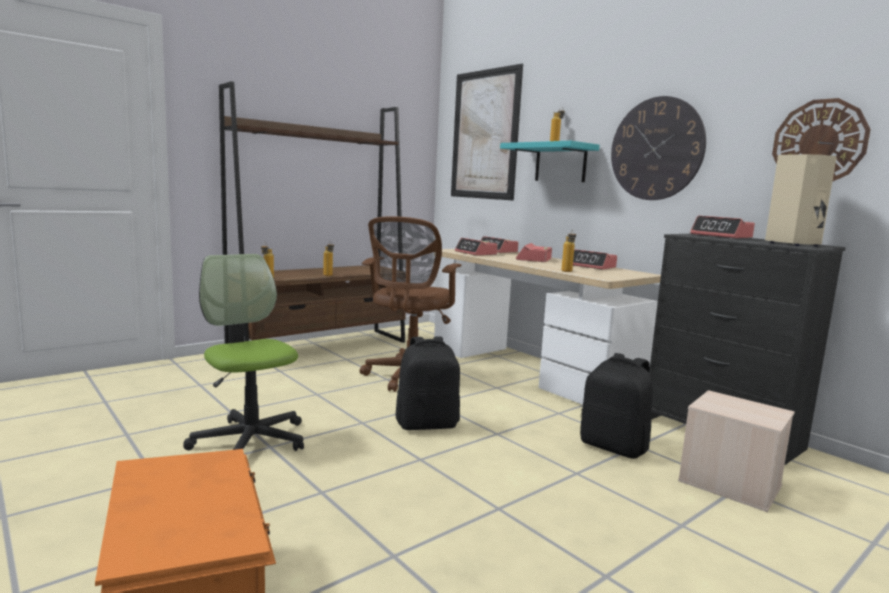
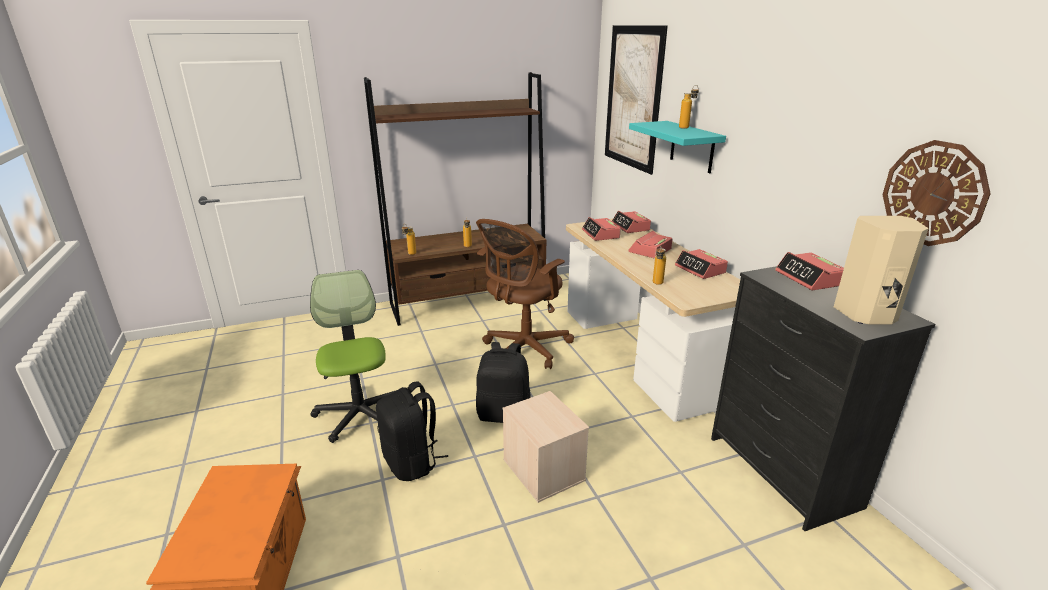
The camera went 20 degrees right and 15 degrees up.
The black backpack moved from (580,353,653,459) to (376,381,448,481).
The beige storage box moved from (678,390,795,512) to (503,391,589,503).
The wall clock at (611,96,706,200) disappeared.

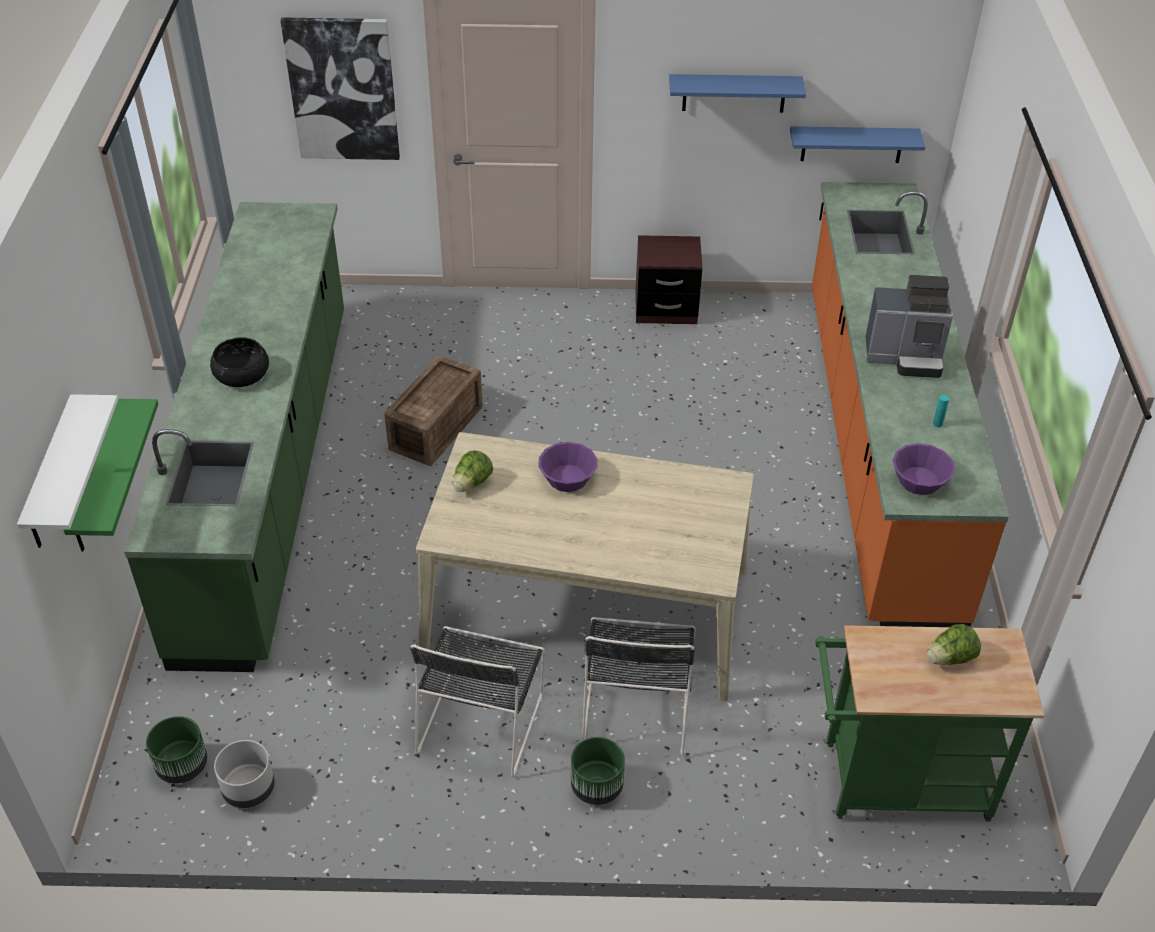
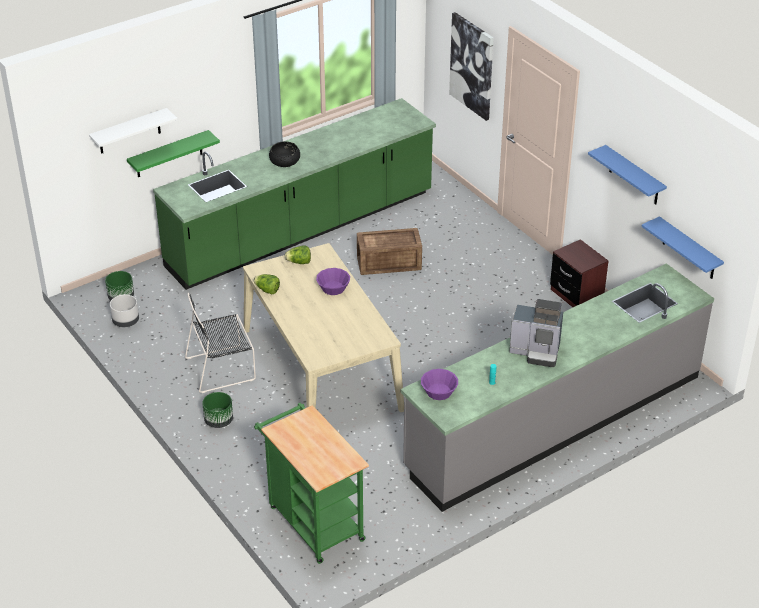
The camera went 55 degrees right and 5 degrees down.
The lettuce moved from (927,624,981,665) to (254,274,280,295).
The orange counter at (812,182,1009,627) became the grey counter at (401,263,714,512).
The coffee machine at (866,275,953,378) turned 45 degrees counterclockwise.
The black chair at (582,617,696,756) disappeared.

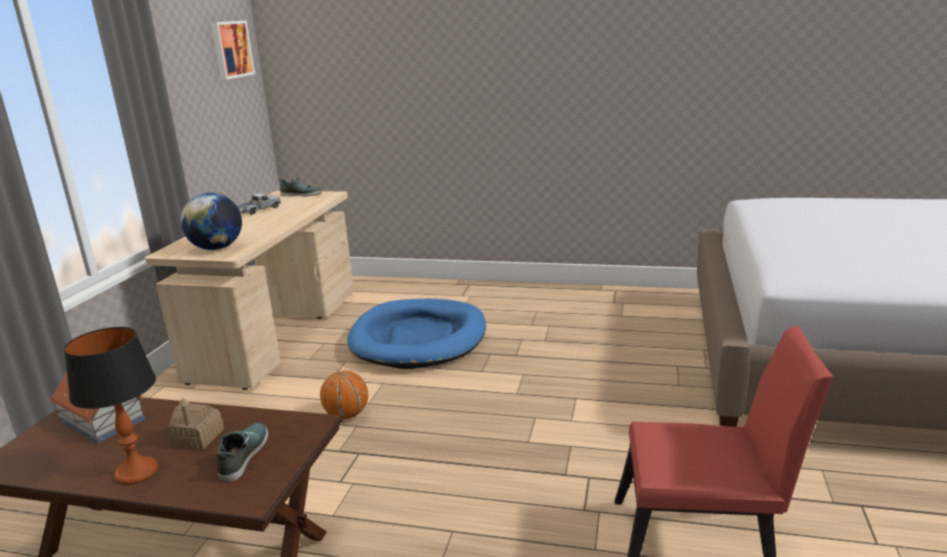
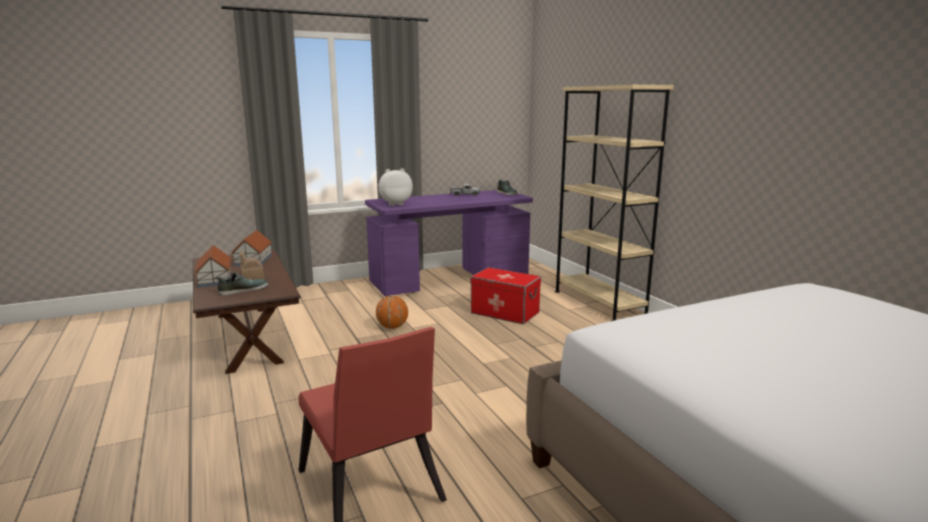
The camera went 50 degrees right and 5 degrees down.
The table lamp at (64,327,158,485) was replaced by the toy house at (194,245,232,288).
The beige desk at (145,191,354,390) became the purple desk at (365,190,533,297).
The globe at (180,192,242,250) was replaced by the plush toy at (378,168,413,206).
The blue dog bed at (347,299,486,369) was replaced by the storage box at (470,267,541,324).
The beige bookcase at (555,84,674,321) appeared.
The picture at (211,21,255,80) disappeared.

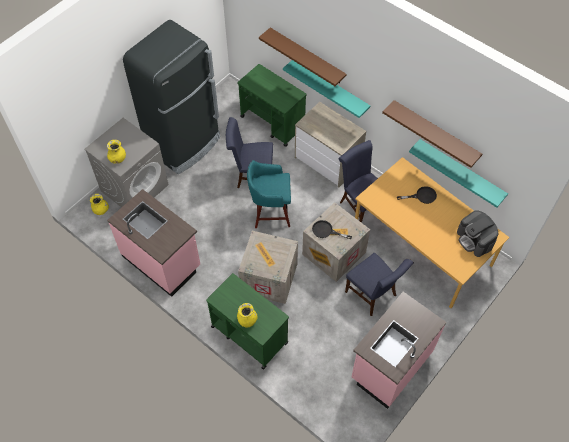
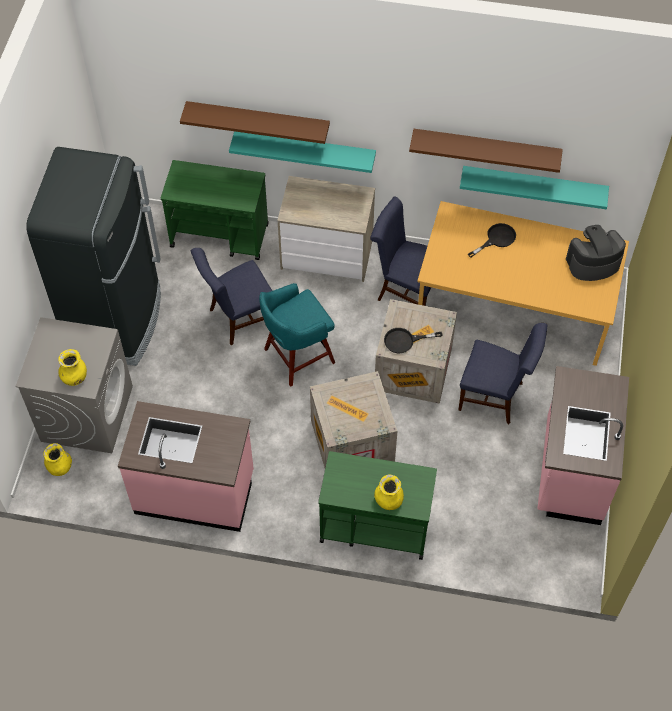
The camera went 30 degrees left and 0 degrees up.
The coffee machine at (457,210,498,257) turned 135 degrees clockwise.

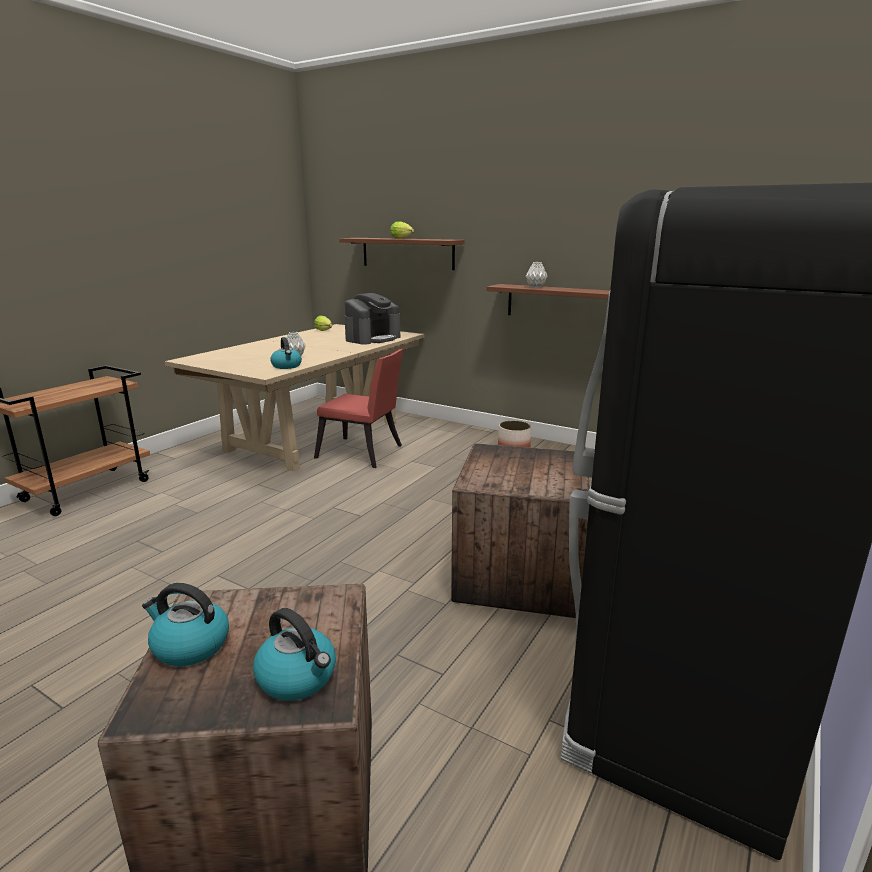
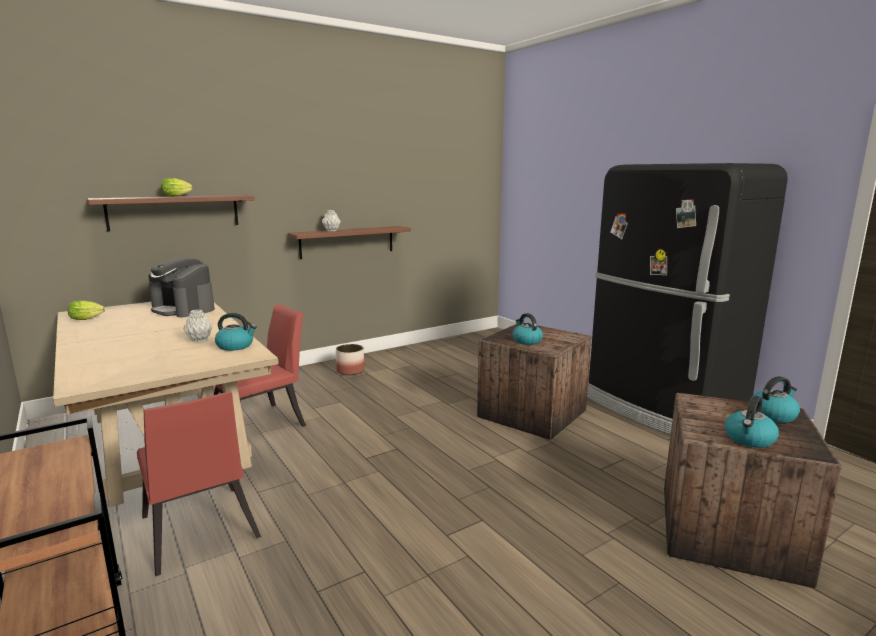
The camera went 65 degrees left and 5 degrees down.
The red chair at (137,391,261,576) appeared.
The coffee machine at (344,293,400,345) turned 150 degrees clockwise.
The kettle at (513,313,543,345) appeared.

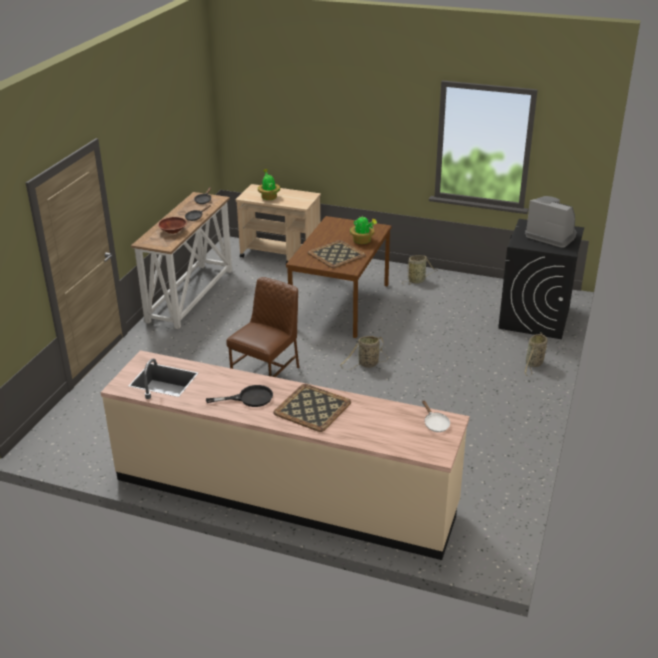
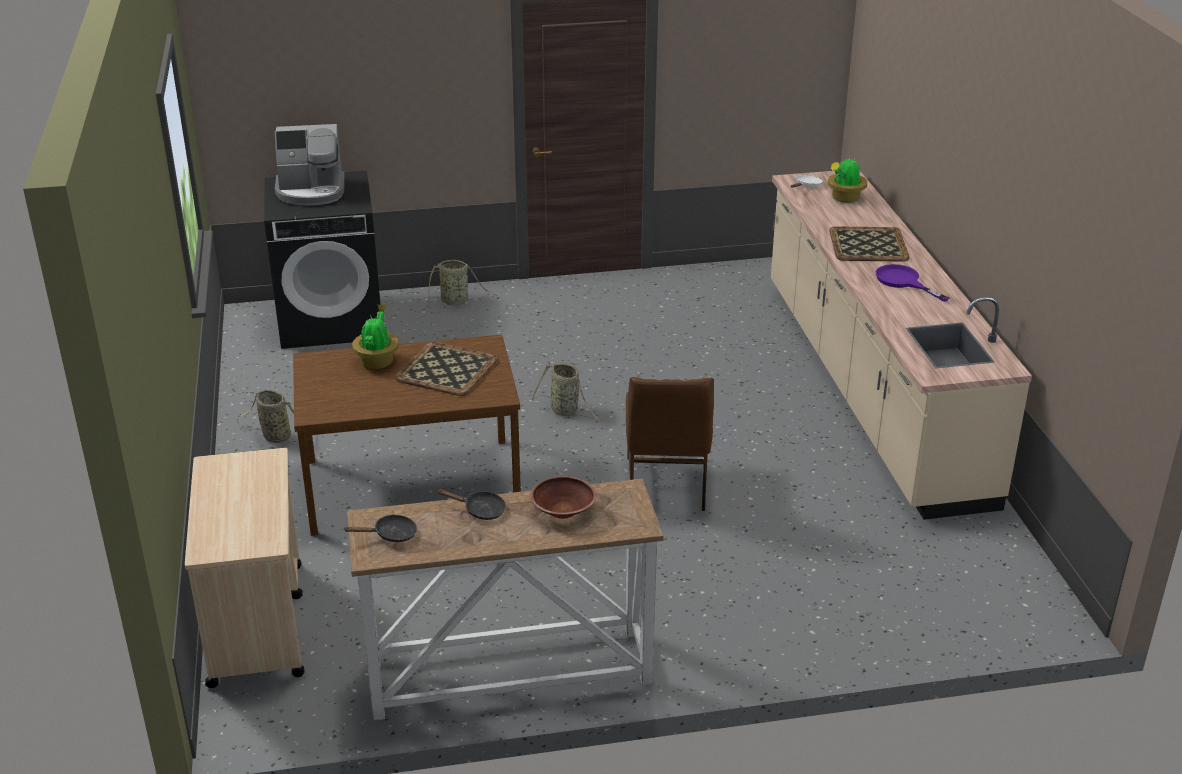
The camera went 120 degrees left and 0 degrees up.
The coffee machine at (525,196,577,248) turned 105 degrees counterclockwise.
The brown chair at (227,277,299,377) turned 90 degrees counterclockwise.
The potted plant moved from (258,169,280,200) to (828,155,867,203).
The black frying pan at (206,385,273,407) became the purple frying pan at (875,264,949,302).

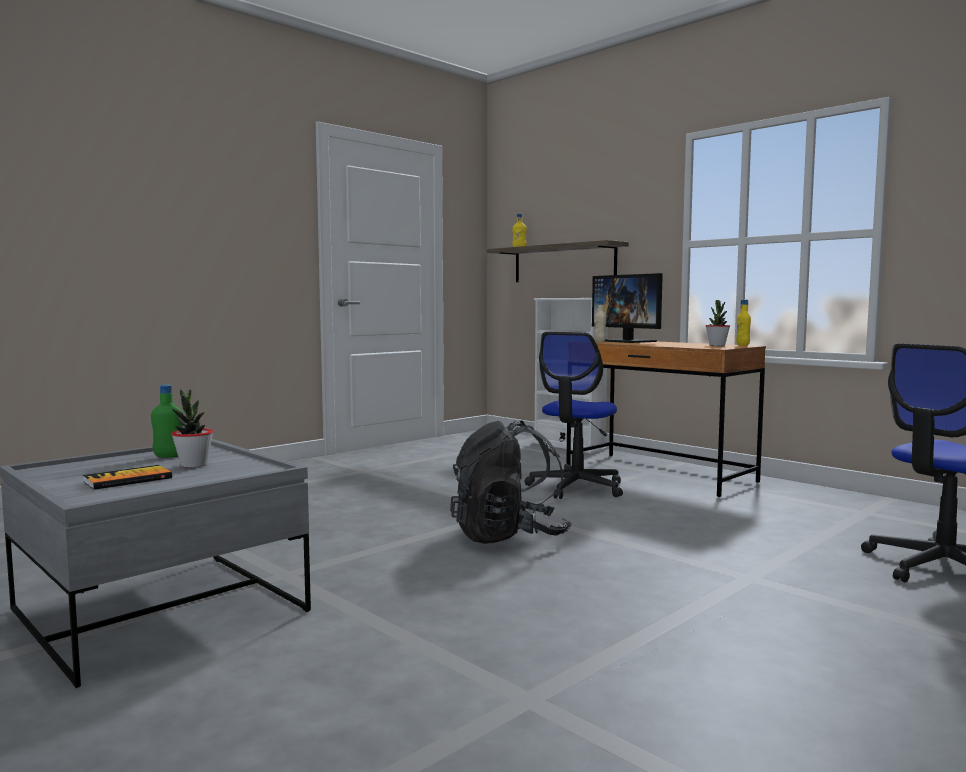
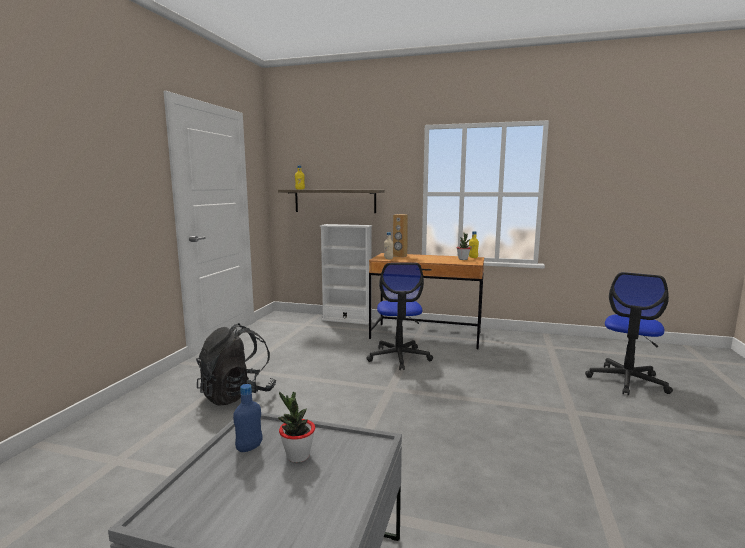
The camera went 30 degrees left and 5 degrees up.
The black backpack moved from (450,420,571,544) to (196,323,276,406).
The green bottle at (151,385,183,458) became the blue bottle at (233,384,263,452).
The monitor at (592,273,663,343) was replaced by the brown speaker at (393,214,408,257).
The book at (83,465,172,490) disappeared.

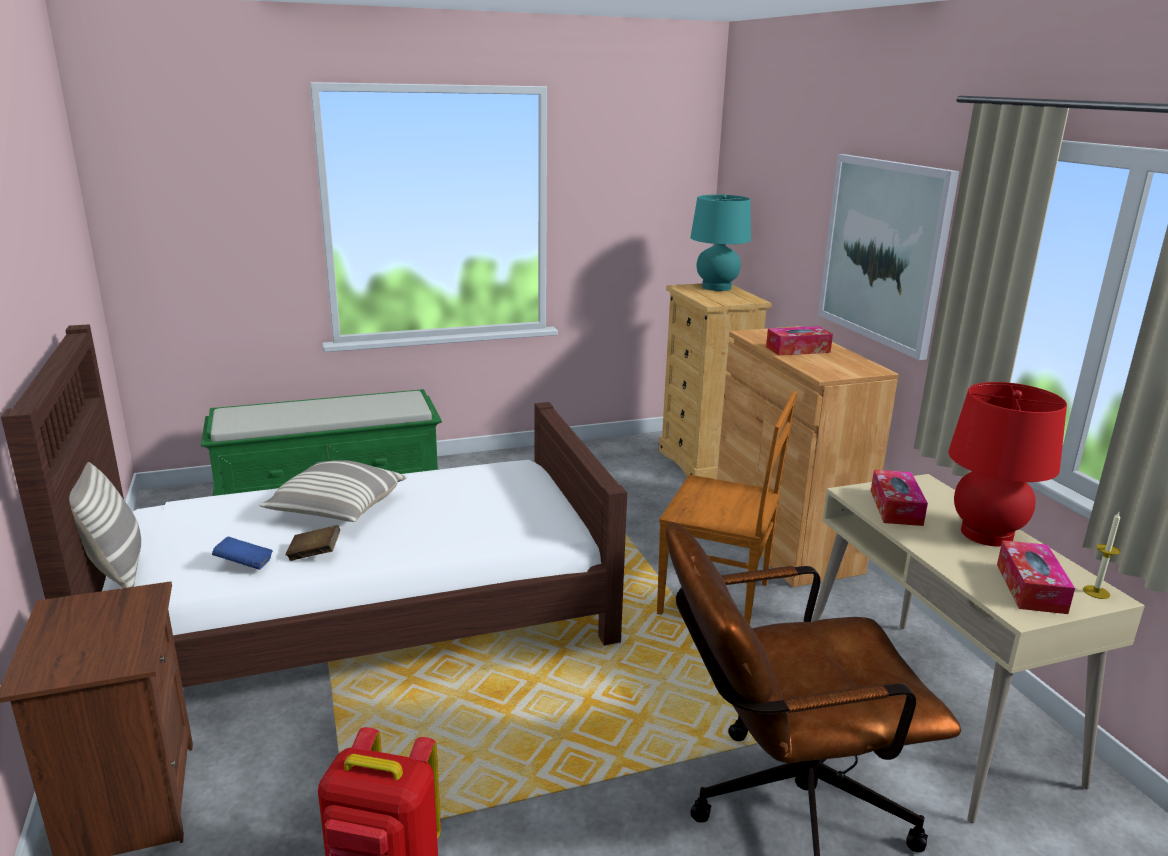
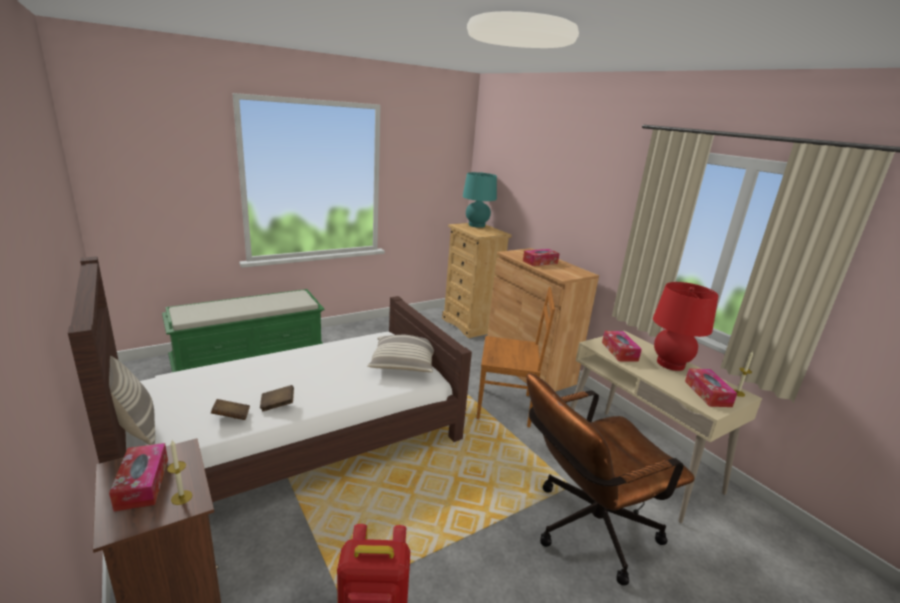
The camera went 15 degrees left and 0 degrees up.
The tissue box at (109,443,168,512) appeared.
The candle at (167,440,192,505) appeared.
The blue book at (212,536,273,570) became the brown book at (211,399,250,420).
The pillow moved from (259,460,407,522) to (367,335,434,372).
The picture at (818,154,959,360) disappeared.

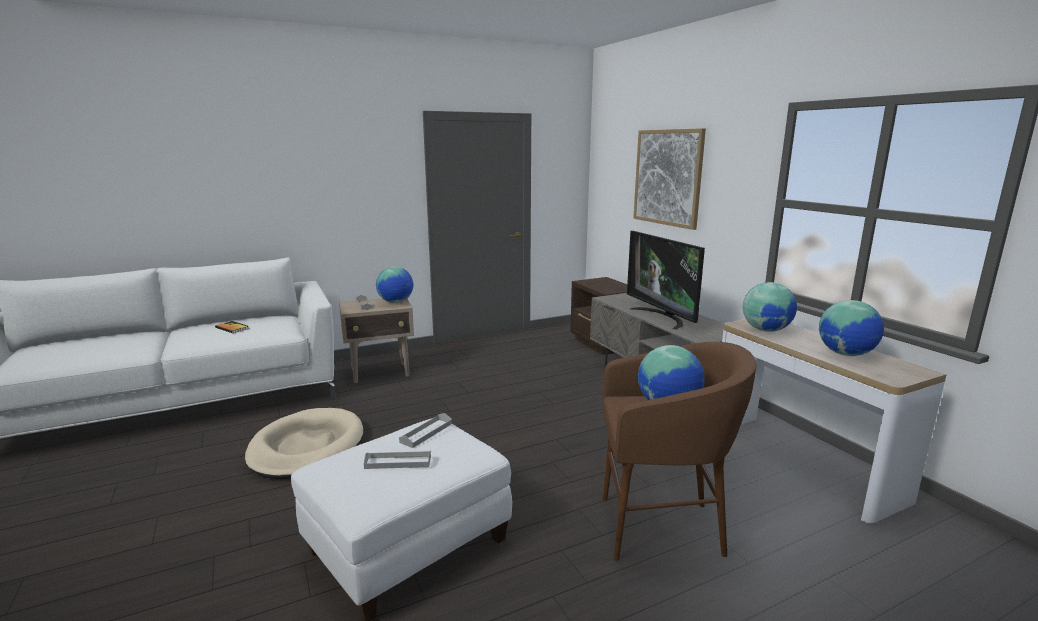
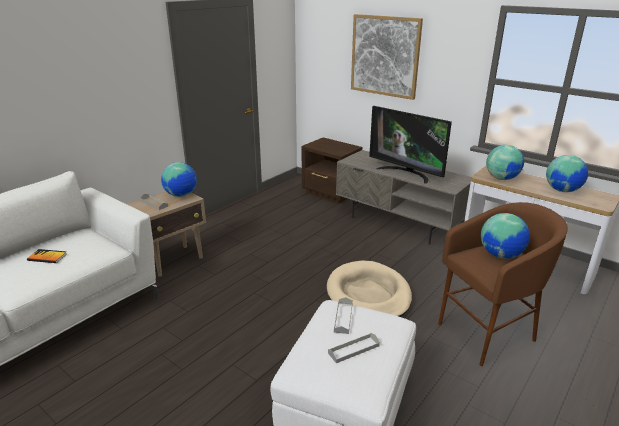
The camera went 25 degrees left and 10 degrees up.
The beige dog bed moved from (245,408,363,479) to (327,260,412,317).

